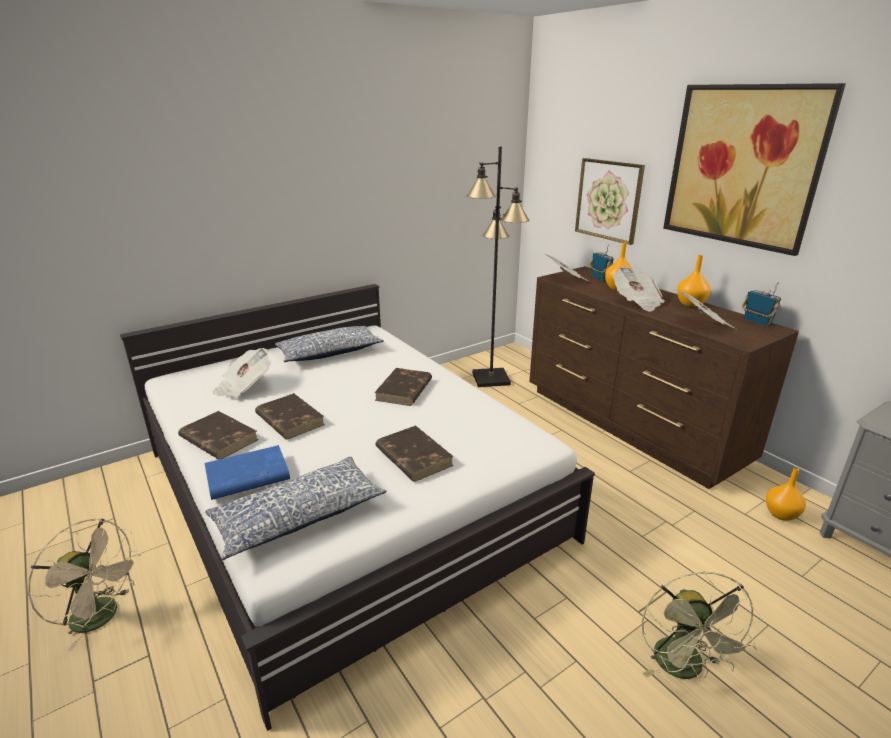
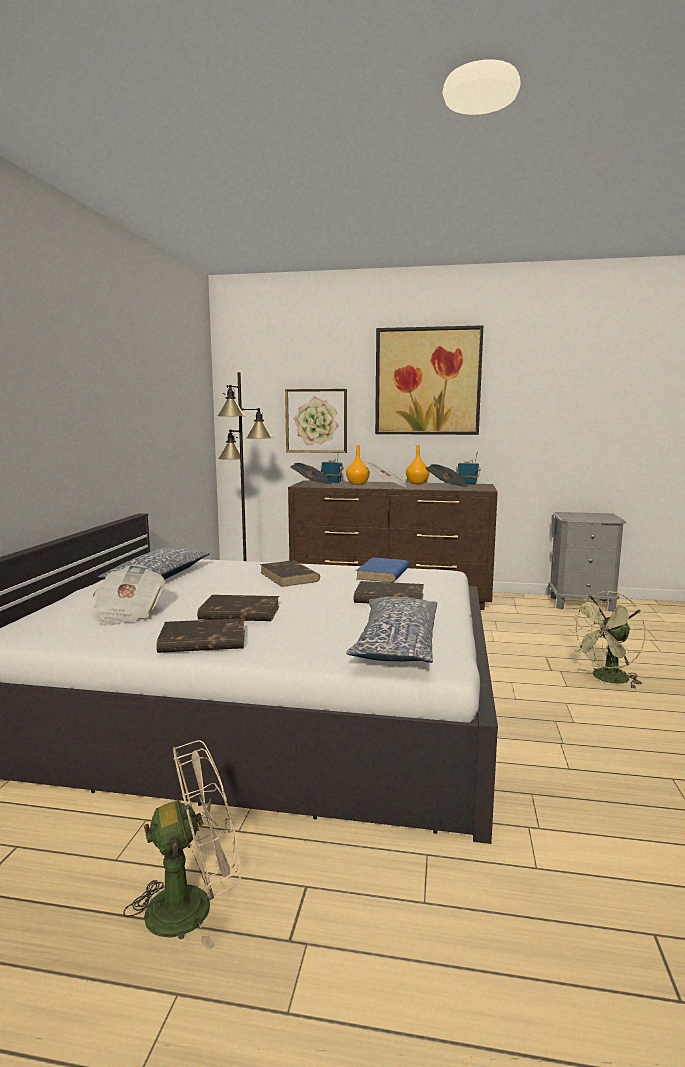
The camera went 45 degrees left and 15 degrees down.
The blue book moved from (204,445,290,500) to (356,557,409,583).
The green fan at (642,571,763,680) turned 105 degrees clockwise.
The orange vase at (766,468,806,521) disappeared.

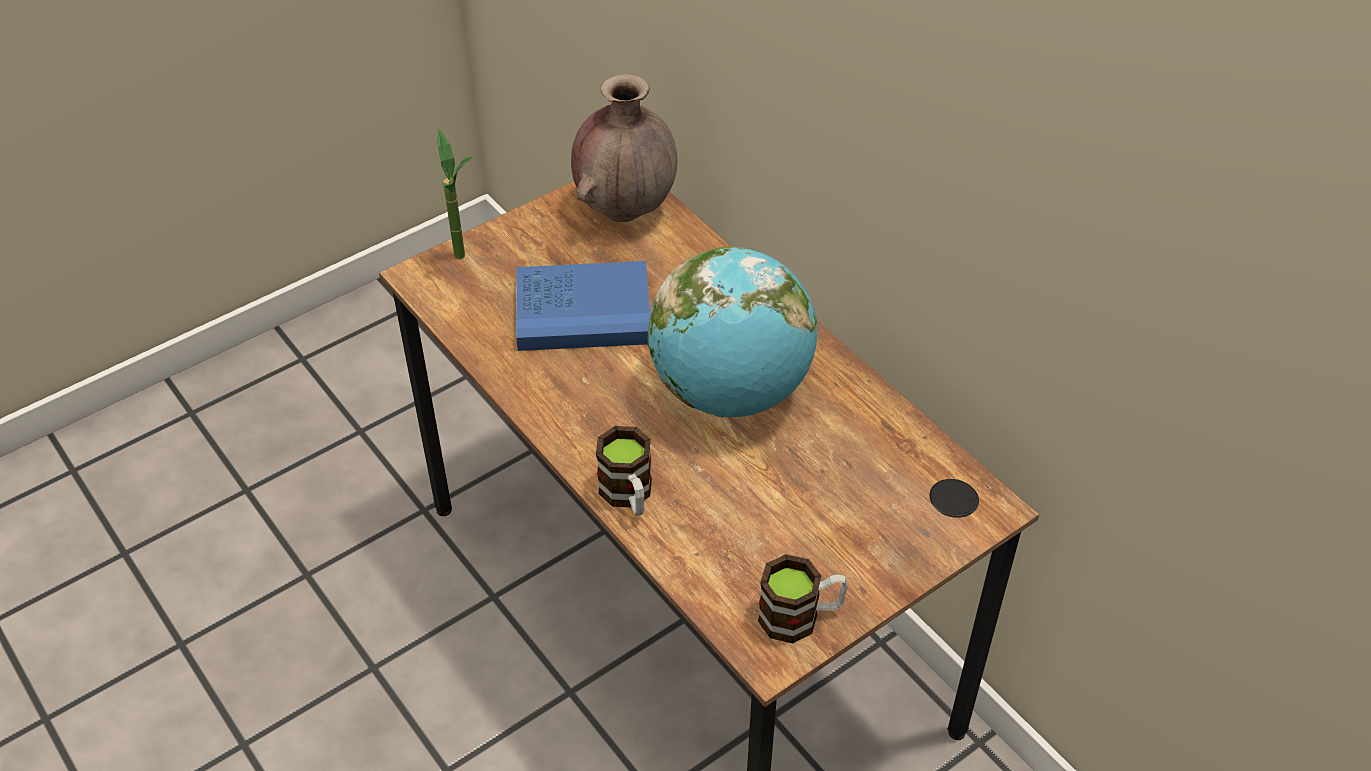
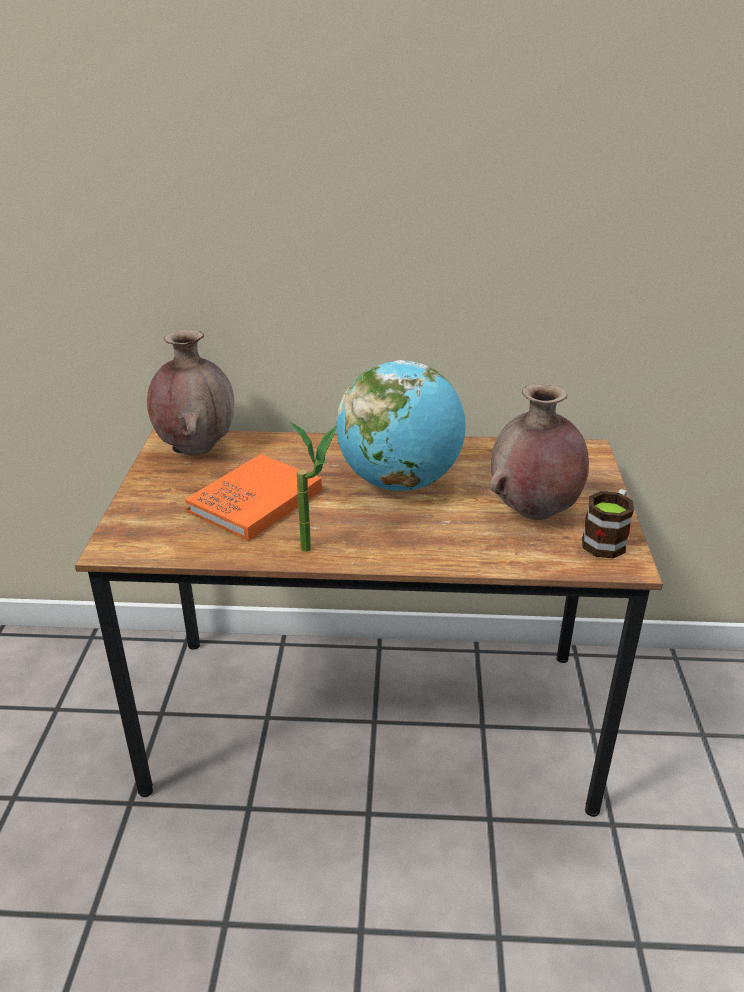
The camera went 50 degrees left and 15 degrees down.
The blue book at (516,261,650,351) became the orange book at (185,454,322,541).
The potted plant moved from (437,129,473,259) to (290,422,337,552).
The brown vase at (490,384,589,520) appeared.
The mug at (596,426,652,516) disappeared.

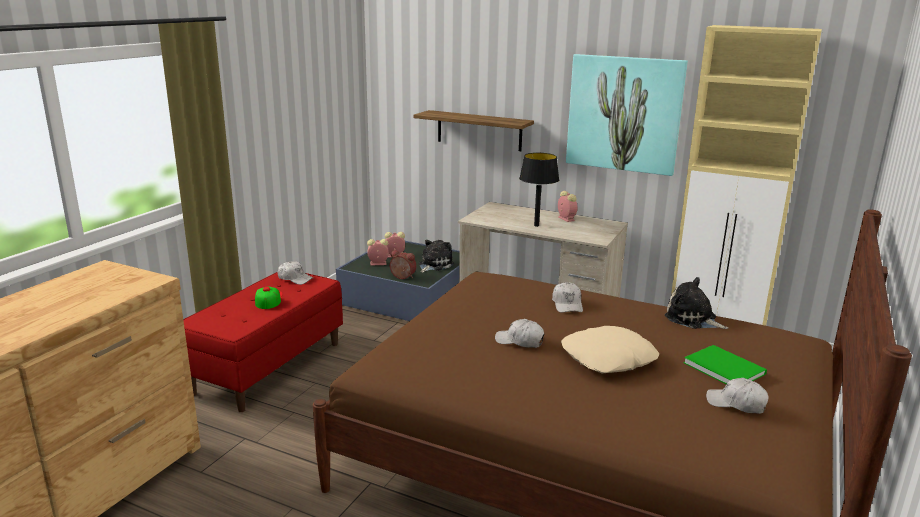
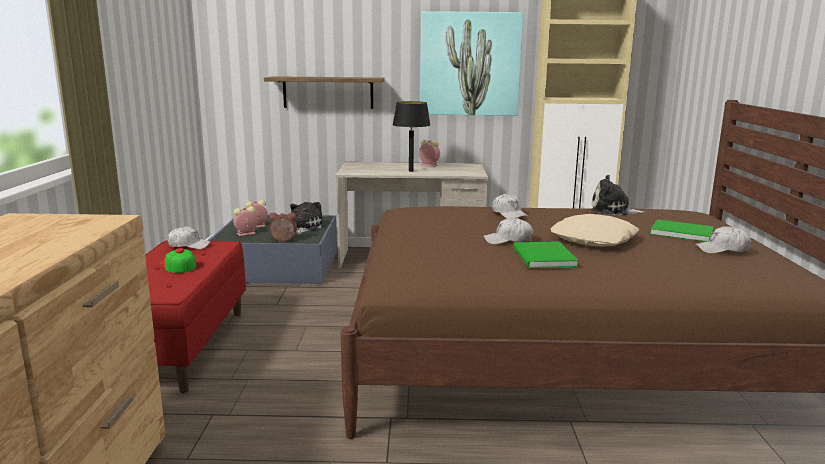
The camera went 25 degrees left and 5 degrees down.
The green book at (513,242,579,268) appeared.

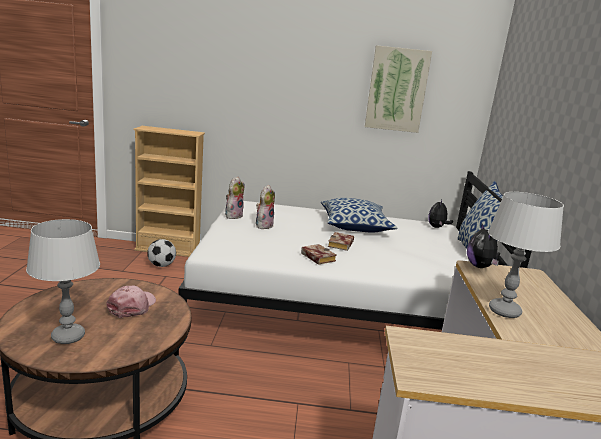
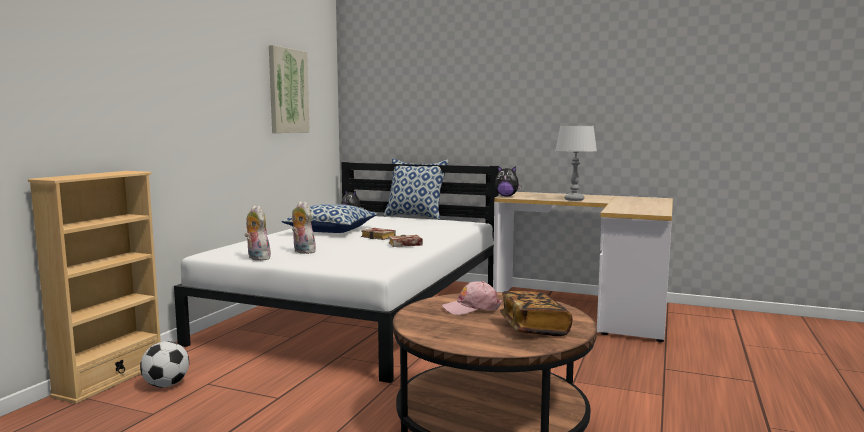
The camera went 70 degrees left and 10 degrees down.
The pink cap at (106,286,156,318) turned 45 degrees counterclockwise.
The grey table lamp at (26,219,100,344) was replaced by the book at (500,291,572,336).

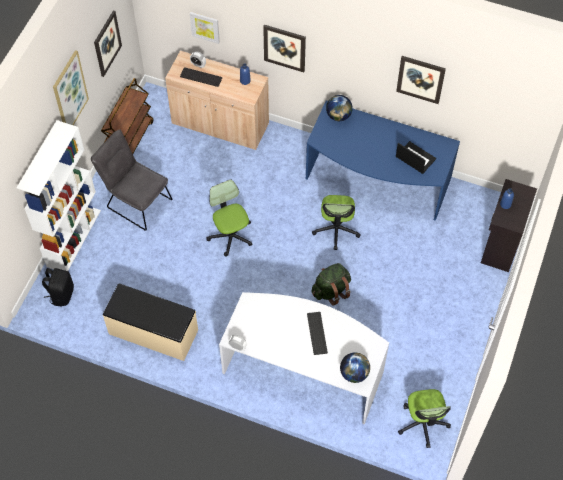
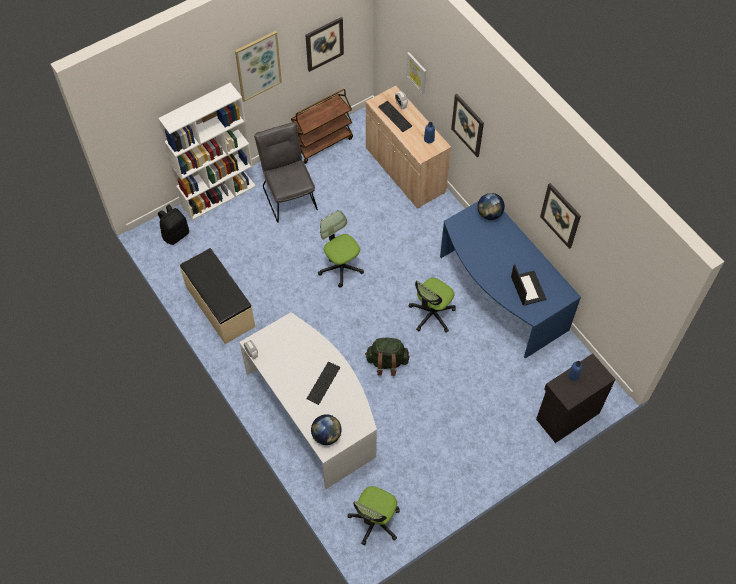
The camera went 35 degrees right and 0 degrees up.
The office chair at (206,179,252,257) turned 45 degrees counterclockwise.

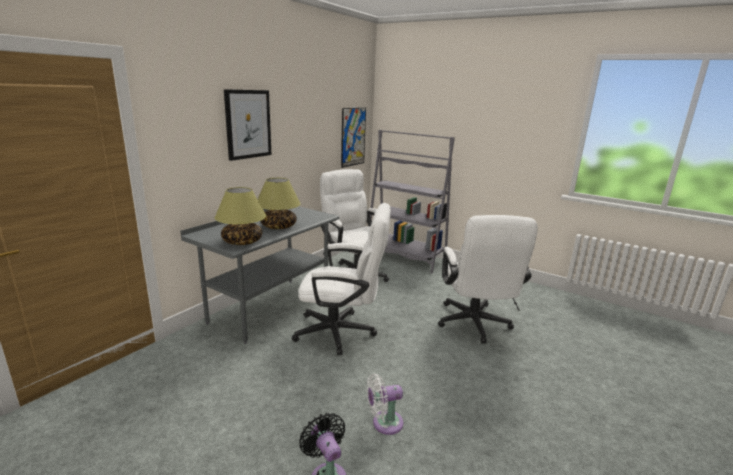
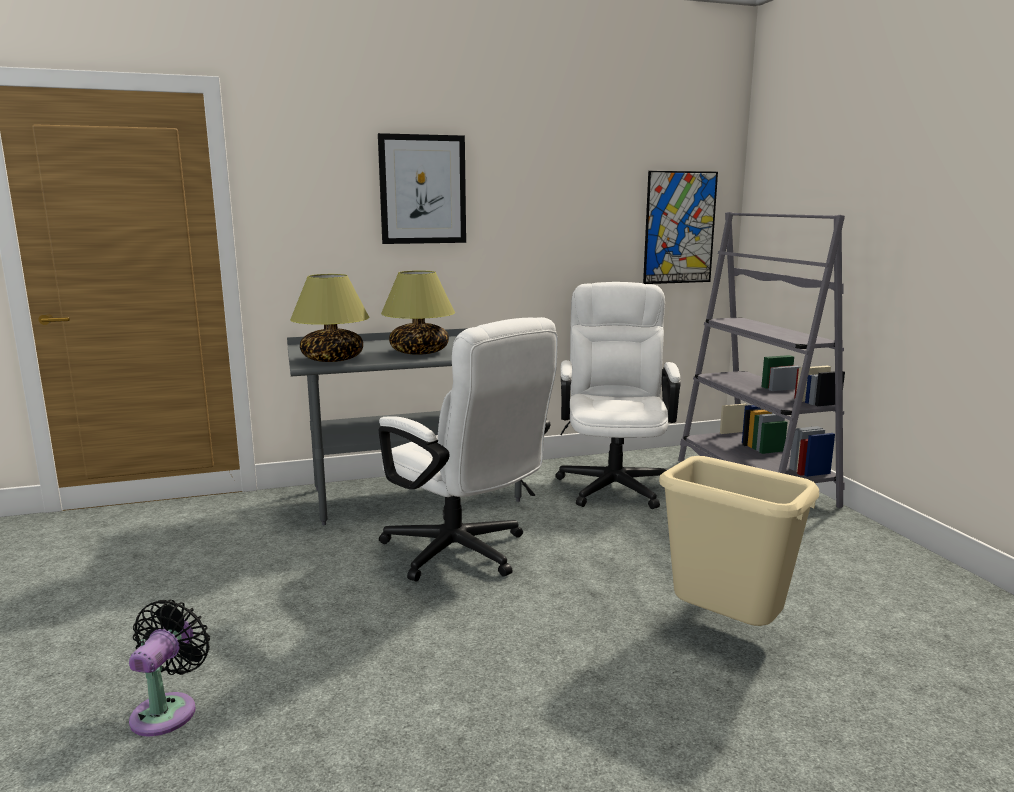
The camera went 40 degrees right and 5 degrees down.
The white office chair at (438,215,538,344) was replaced by the beige trash can at (659,456,819,626).
The white fan at (367,373,404,435) disappeared.

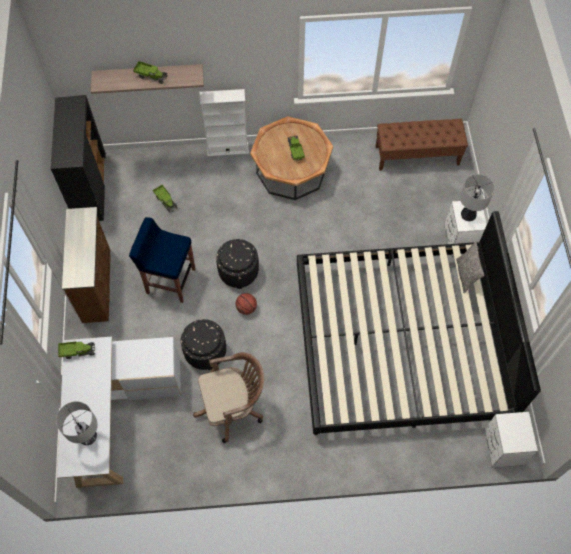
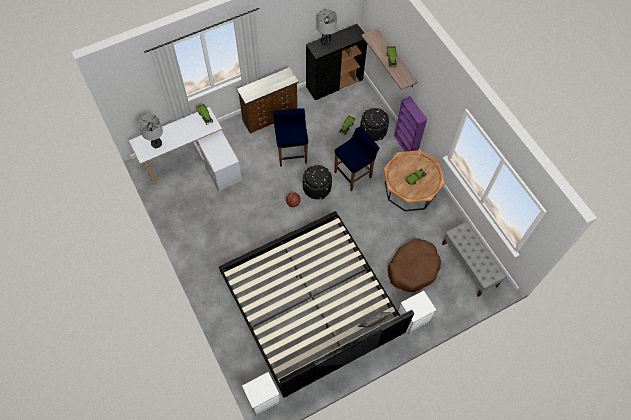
The camera went 65 degrees right and 0 degrees up.
The table lamp moved from (460,174,495,221) to (317,9,337,45).
The blue stool at (334,127,379,191) appeared.
The black ottoman moved from (181,319,226,370) to (360,108,389,141).
The brown dog bed at (388,238,441,292) appeared.
The white bookcase at (200,89,249,156) became the purple bookcase at (393,96,428,152).
The brown bench at (375,119,468,171) became the grey bench at (442,221,507,297).
The brown office chair at (193,352,264,443) disappeared.

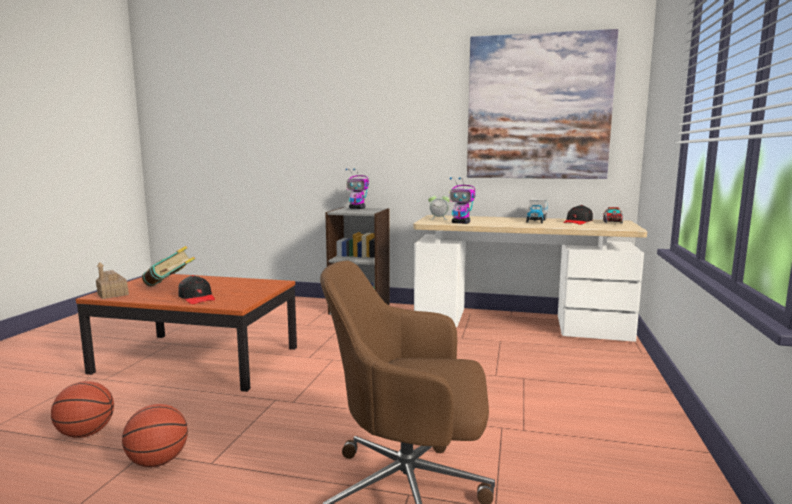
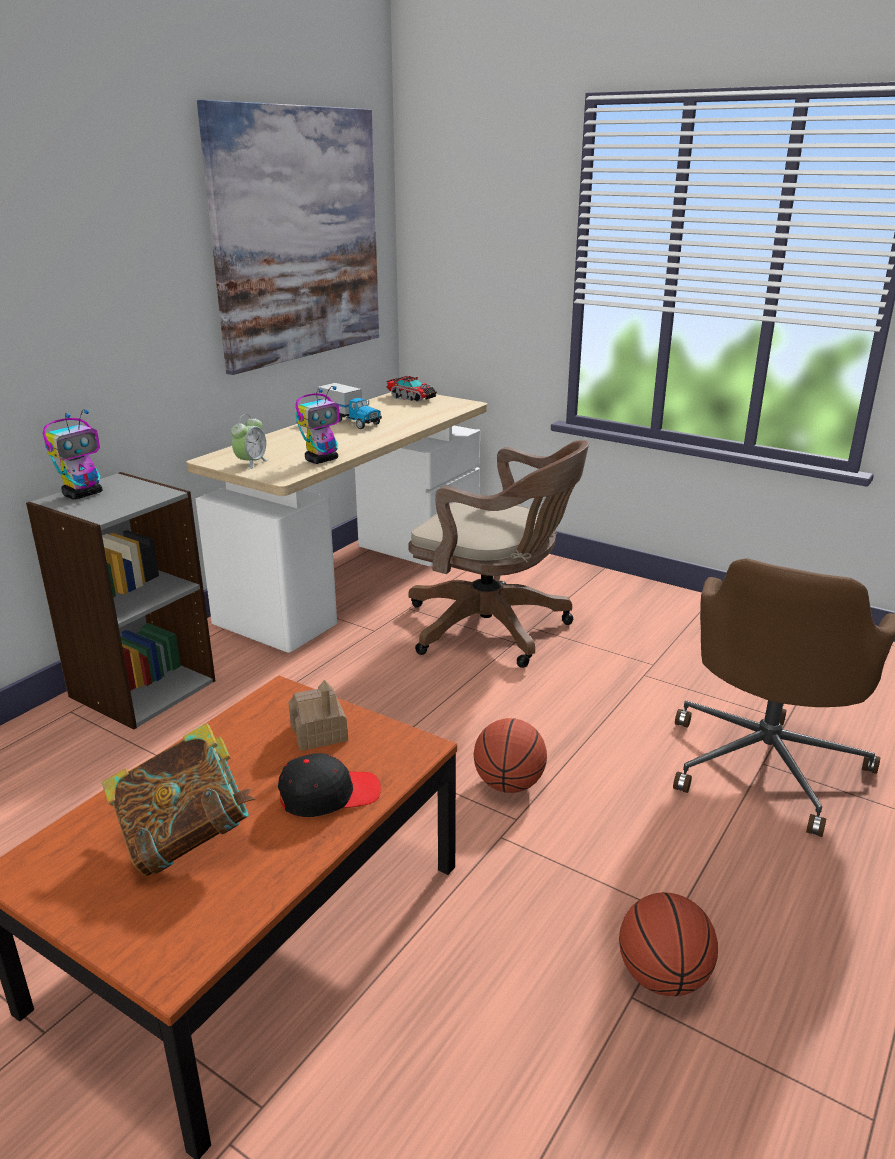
The camera went 70 degrees left and 15 degrees up.
The toy house moved from (96,262,129,299) to (288,680,348,751).
The brown office chair at (408,440,589,668) appeared.
The basketball moved from (51,381,114,438) to (474,718,547,793).
The black cap at (563,205,593,225) disappeared.

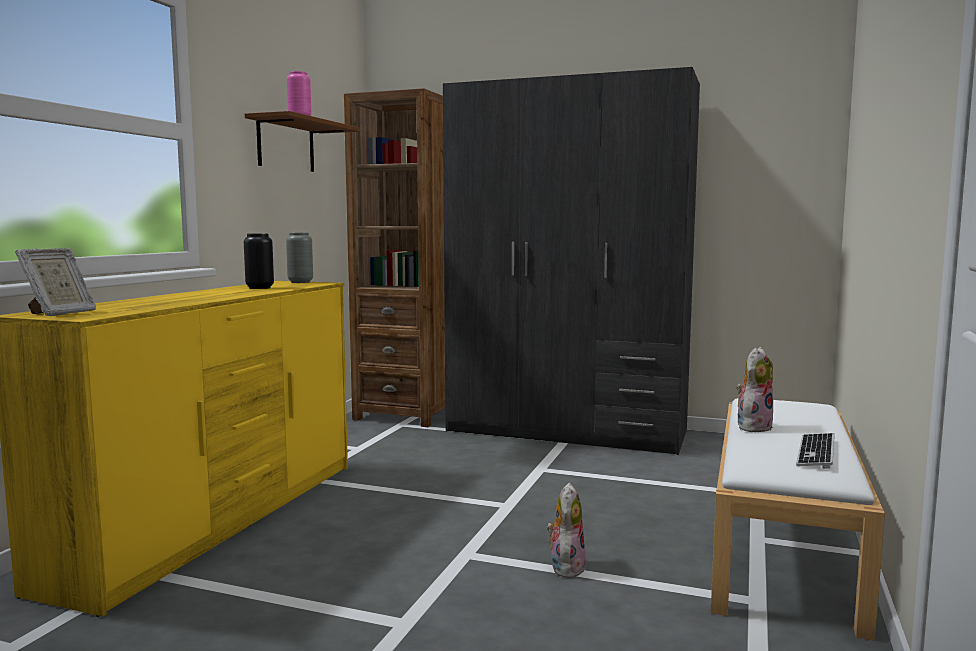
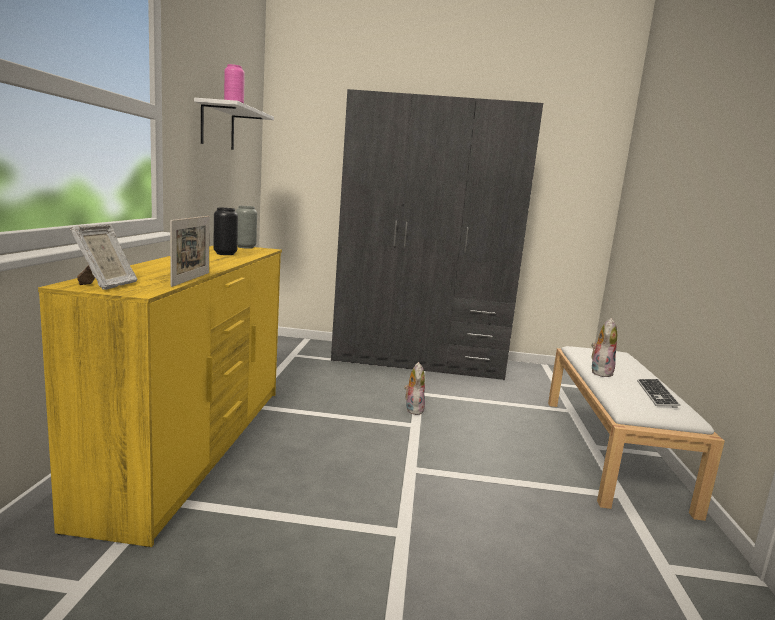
The camera went 15 degrees left and 5 degrees up.
The picture frame at (170,216,210,287) appeared.
The brown shelf at (245,111,360,172) became the white shelf at (194,98,274,150).
The plush toy moved from (547,483,586,578) to (404,362,425,415).
The brown bookcase at (344,88,445,427) disappeared.

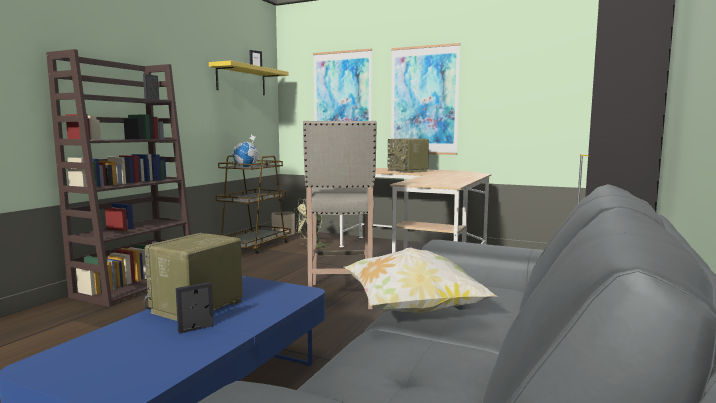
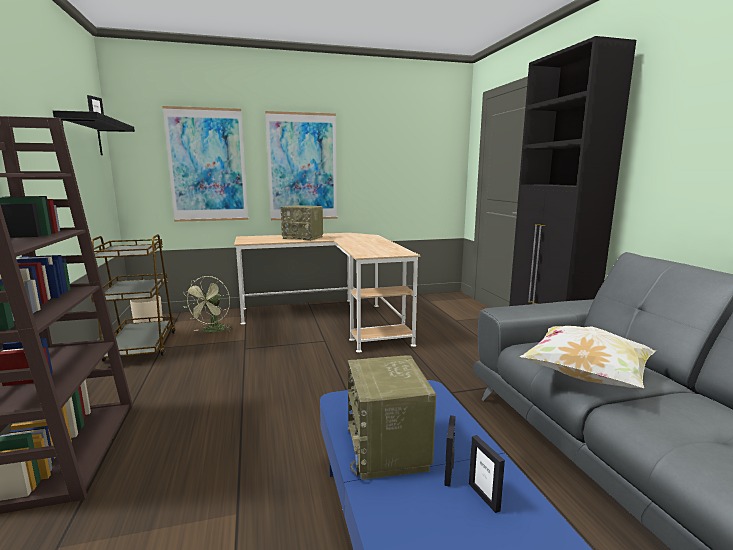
The camera went 40 degrees left and 5 degrees up.
The yellow shelf at (209,60,289,95) became the black shelf at (53,110,135,155).
The picture frame moved from (143,74,159,100) to (469,435,505,513).
The globe at (233,135,259,167) disappeared.
The beige stool at (303,121,377,309) disappeared.

